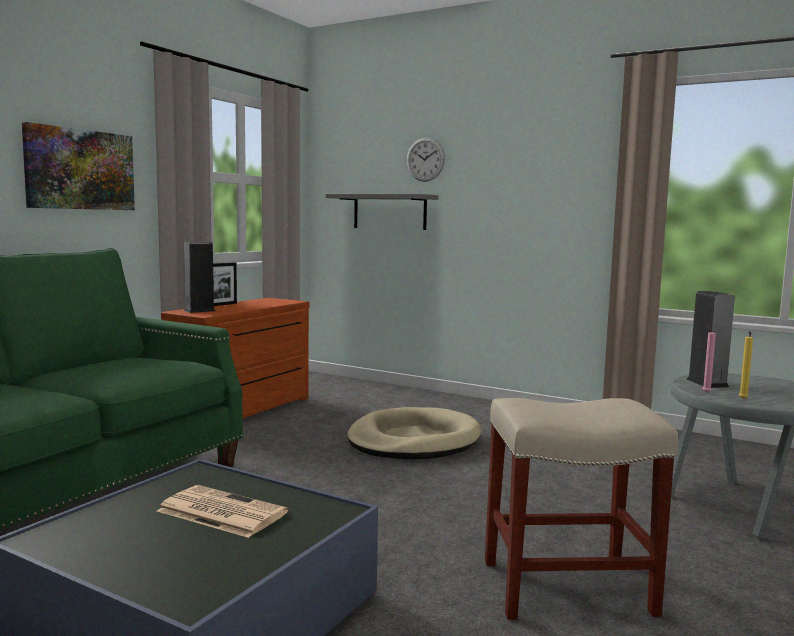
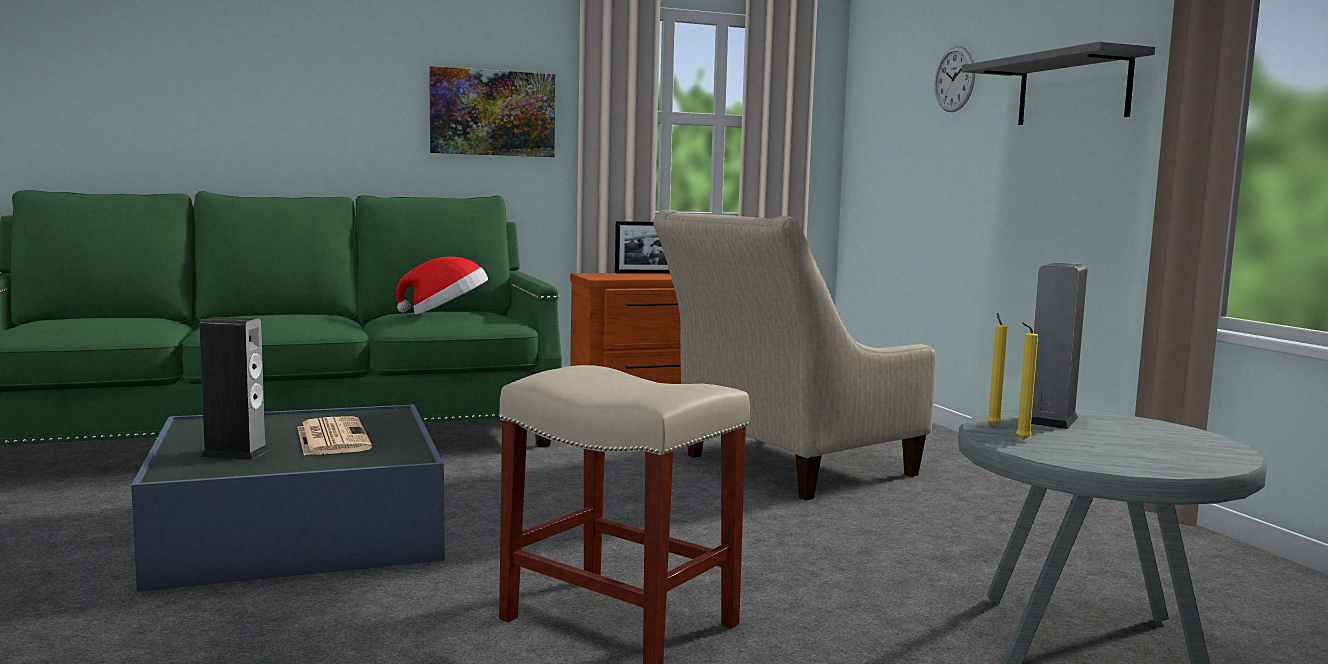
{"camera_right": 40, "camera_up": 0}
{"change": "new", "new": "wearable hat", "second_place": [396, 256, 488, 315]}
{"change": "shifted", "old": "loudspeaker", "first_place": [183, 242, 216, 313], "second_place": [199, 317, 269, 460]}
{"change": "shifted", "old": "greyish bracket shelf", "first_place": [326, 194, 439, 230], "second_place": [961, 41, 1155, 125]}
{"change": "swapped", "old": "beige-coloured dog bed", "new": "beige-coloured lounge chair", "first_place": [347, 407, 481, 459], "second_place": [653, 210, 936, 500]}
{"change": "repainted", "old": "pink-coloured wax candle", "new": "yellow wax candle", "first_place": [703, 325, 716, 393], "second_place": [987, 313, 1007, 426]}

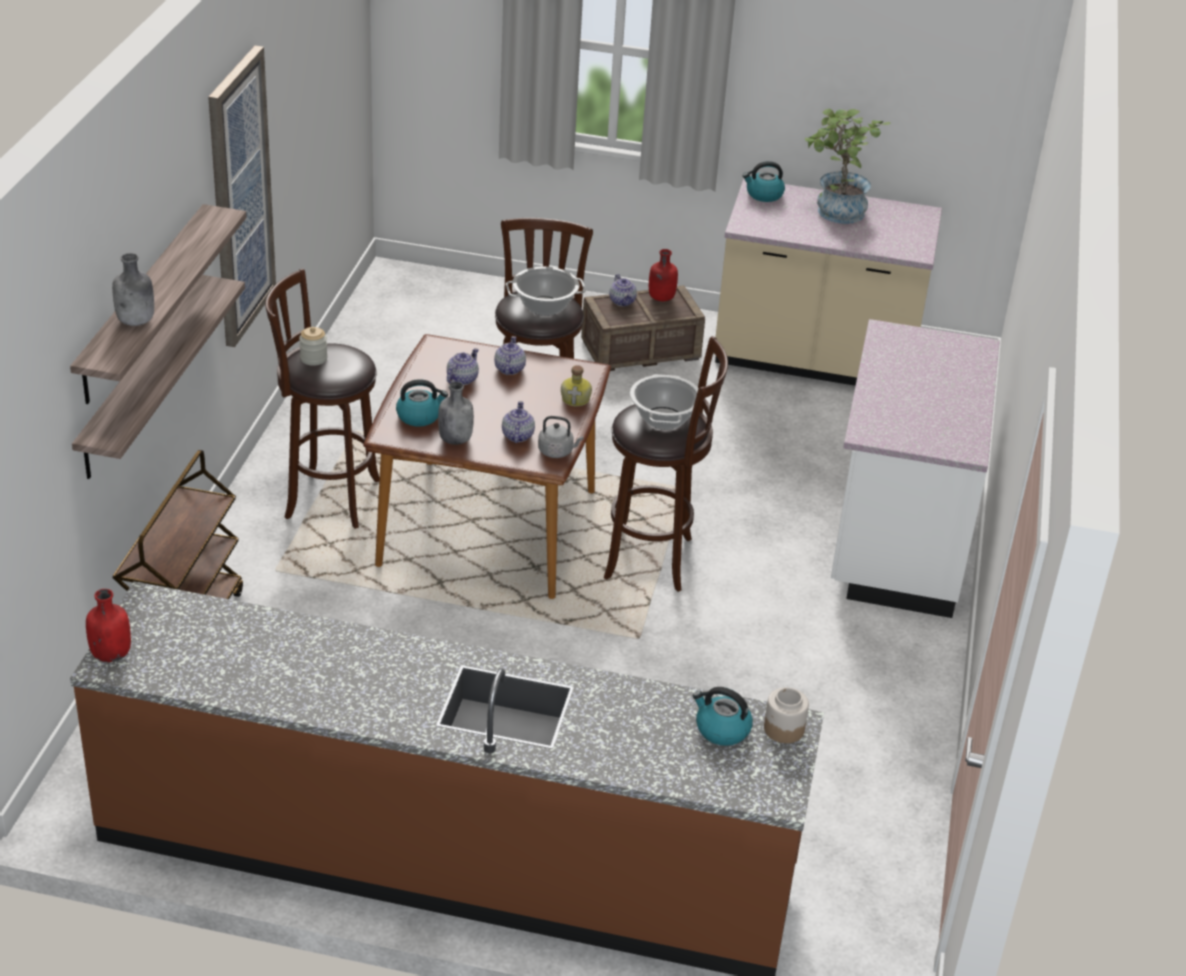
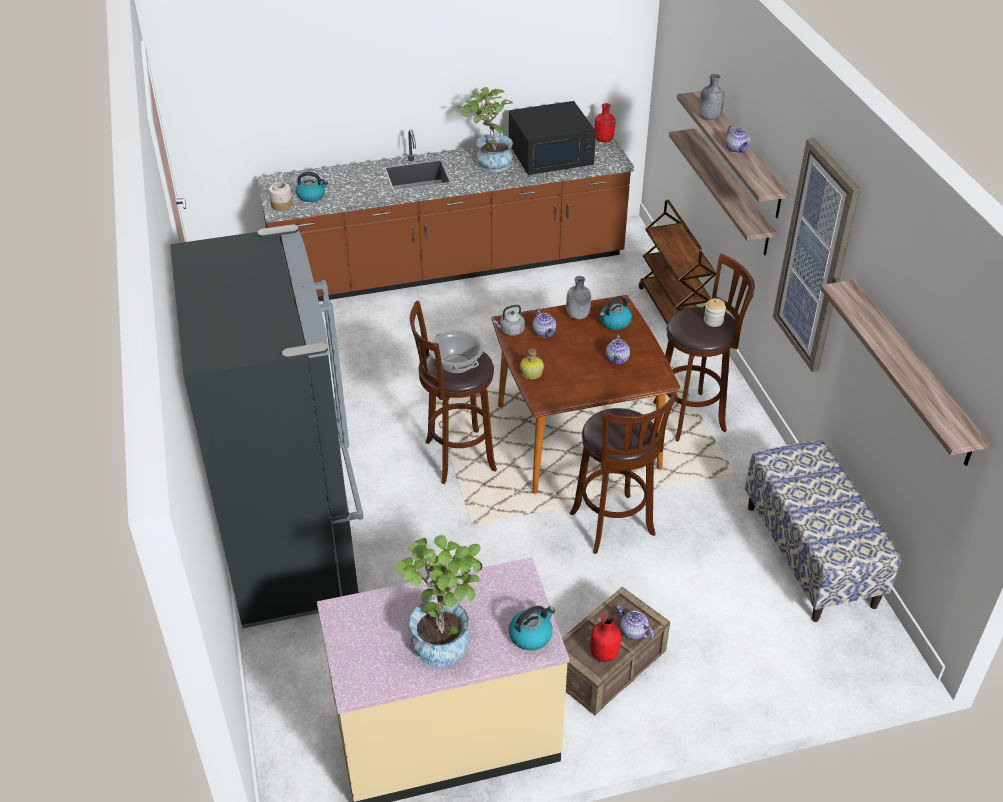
{"camera_right": 155, "camera_up": 5}
{"change": "gone", "old": "cooking pot", "first_place": [506, 267, 586, 316]}
{"change": "new", "new": "plant in a pot", "second_place": [455, 87, 513, 172]}
{"change": "new", "new": "black microwave oven", "second_place": [509, 101, 596, 175]}
{"change": "new", "new": "indoor bench", "second_place": [745, 440, 901, 622]}
{"change": "new", "new": "bracket shelf", "second_place": [820, 280, 990, 466]}
{"change": "shifted", "old": "pot for tea", "first_place": [494, 336, 526, 375], "second_place": [726, 126, 750, 153]}
{"change": "swapped", "old": "whitish kitchen base unit", "new": "black fridge", "first_place": [831, 319, 1000, 618], "second_place": [170, 224, 363, 628]}

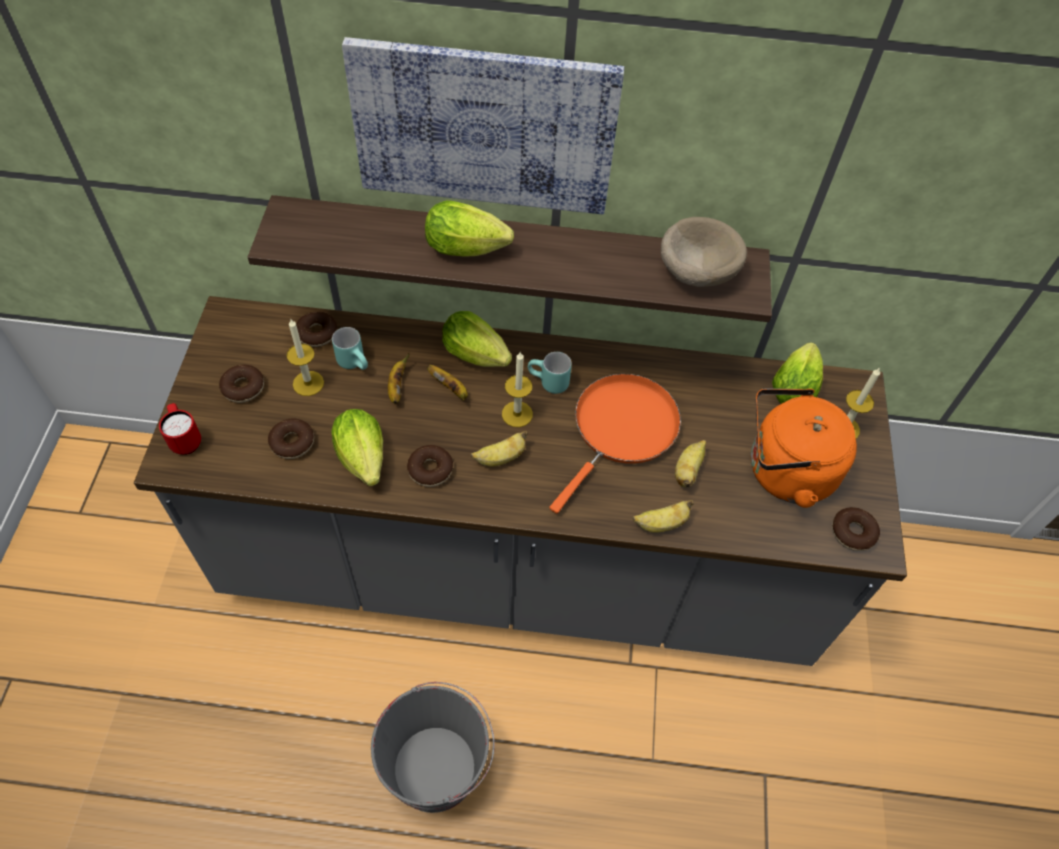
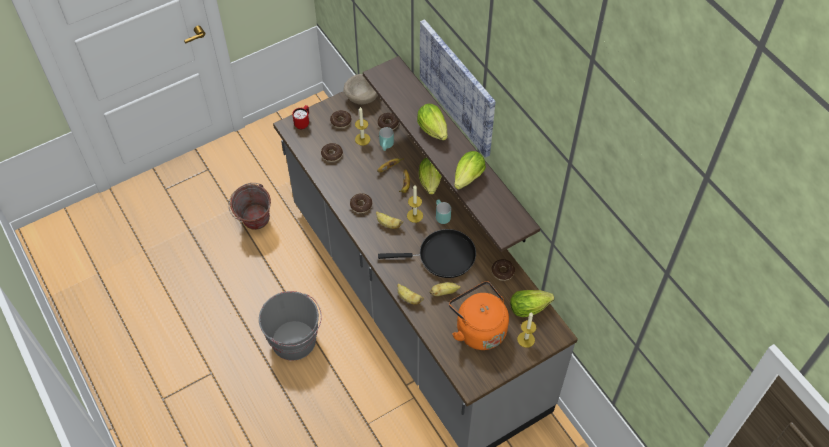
{"camera_right": 55, "camera_up": 0}
{"change": "new", "new": "water bucket", "second_place": [229, 183, 271, 230]}
{"change": "shifted", "old": "head of lettuce", "first_place": [331, 409, 383, 486], "second_place": [454, 151, 486, 190]}
{"change": "shifted", "old": "beige-coloured deep dish", "first_place": [661, 217, 747, 287], "second_place": [343, 74, 378, 105]}
{"change": "shifted", "old": "doughnut", "first_place": [832, 507, 880, 551], "second_place": [491, 259, 515, 281]}
{"change": "repainted", "old": "orange-coloured skillet", "new": "black skillet", "first_place": [549, 374, 681, 514], "second_place": [378, 229, 476, 278]}

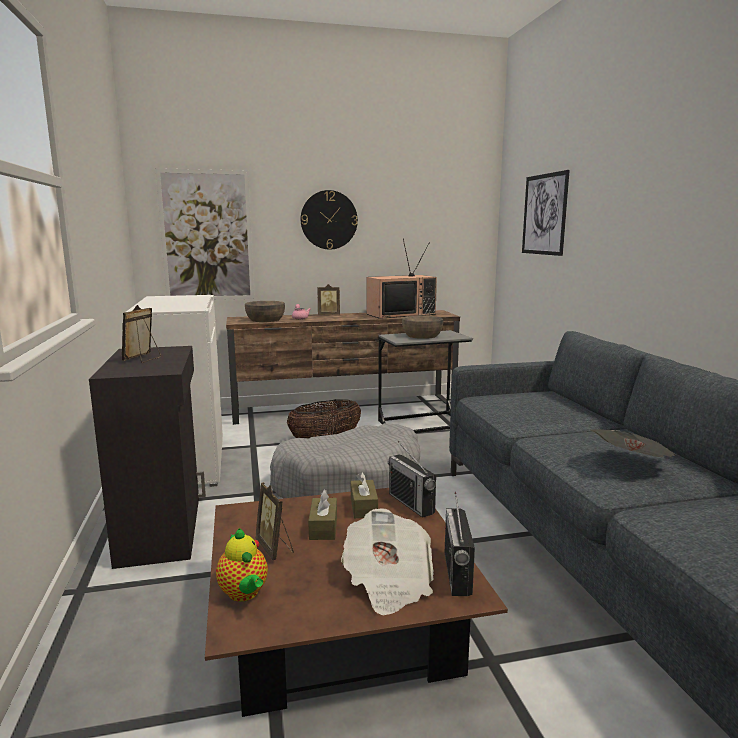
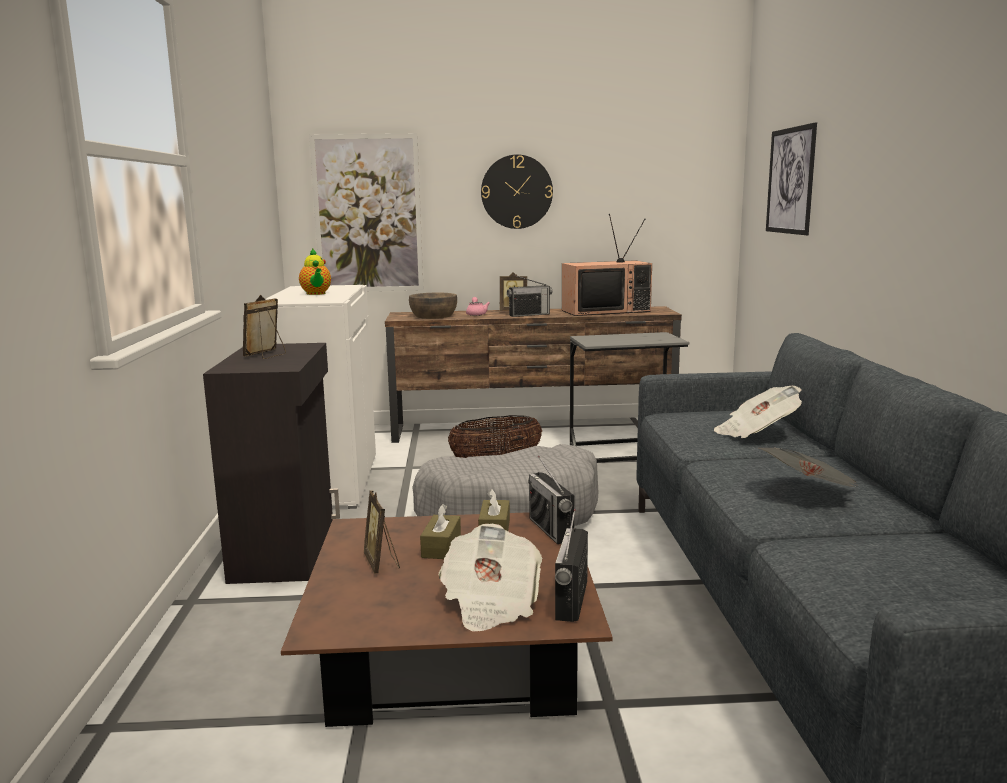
{"camera_right": 10, "camera_up": 0}
{"change": "gone", "old": "brownish deep dish", "first_place": [402, 315, 443, 339]}
{"change": "new", "new": "radio receiver", "second_place": [507, 275, 552, 317]}
{"change": "new", "new": "printed paper", "second_place": [714, 386, 802, 438]}
{"change": "shifted", "old": "pot for tea", "first_place": [216, 528, 268, 602], "second_place": [299, 248, 331, 295]}

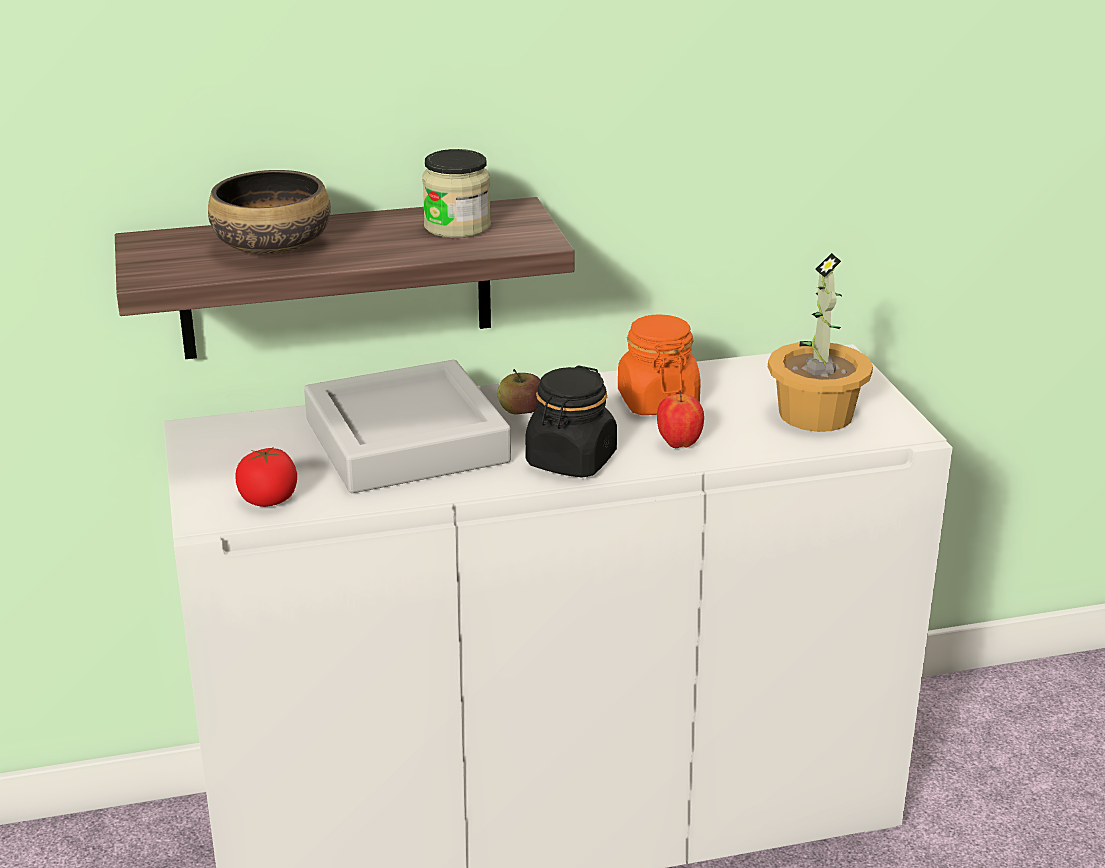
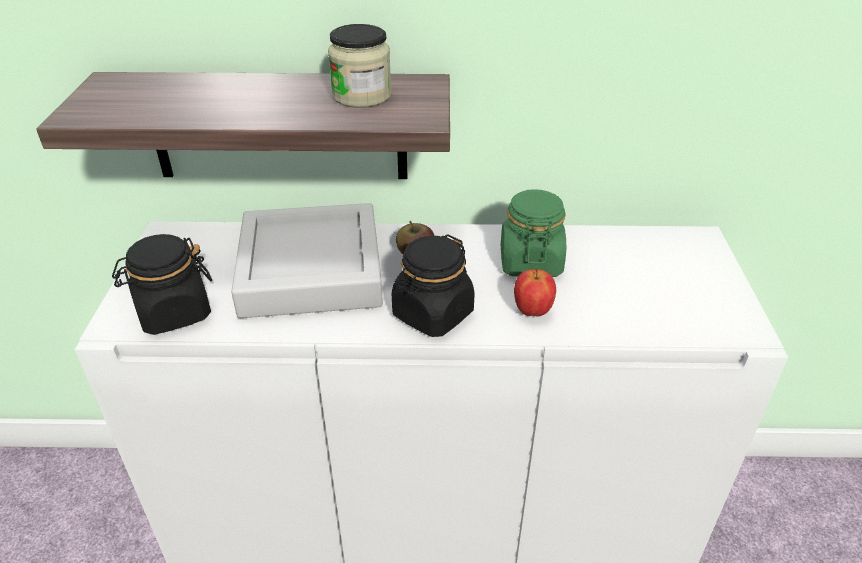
{"camera_right": 15, "camera_up": 10}
{"change": "gone", "old": "deep dish", "first_place": [208, 170, 331, 255]}
{"change": "gone", "old": "plant in a pot", "first_place": [768, 253, 873, 432]}
{"change": "swapped", "old": "fresh tomato", "new": "black preserve jar", "first_place": [236, 447, 297, 507], "second_place": [112, 234, 212, 335]}
{"change": "repainted", "old": "orange-coloured preserve jar", "new": "green preserve jar", "first_place": [618, 315, 701, 415], "second_place": [501, 189, 566, 277]}

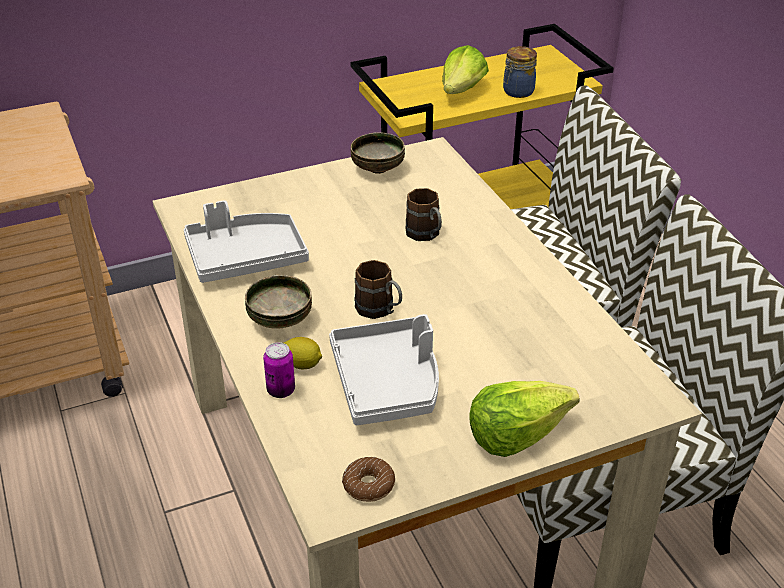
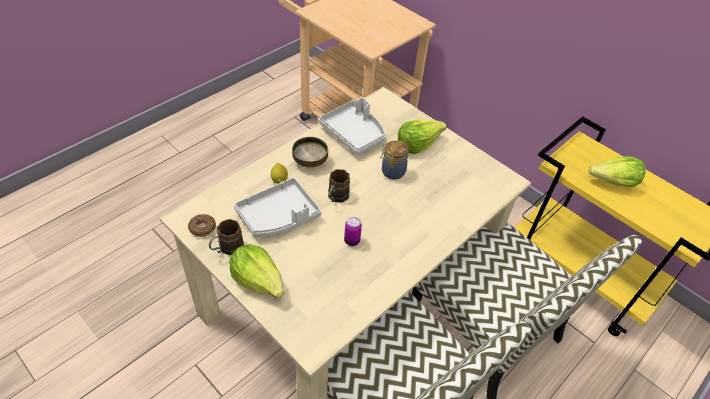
{"camera_right": 65, "camera_up": 10}
{"change": "gone", "old": "deep dish", "first_place": [351, 132, 405, 174]}
{"change": "new", "new": "head of lettuce", "second_place": [398, 119, 446, 154]}
{"change": "shifted", "old": "sealed can", "first_place": [263, 342, 295, 398], "second_place": [344, 217, 362, 246]}
{"change": "shifted", "old": "brownish mug", "first_place": [406, 188, 442, 241], "second_place": [209, 219, 244, 256]}
{"change": "shifted", "old": "preserve jar", "first_place": [503, 46, 537, 98], "second_place": [380, 140, 409, 180]}

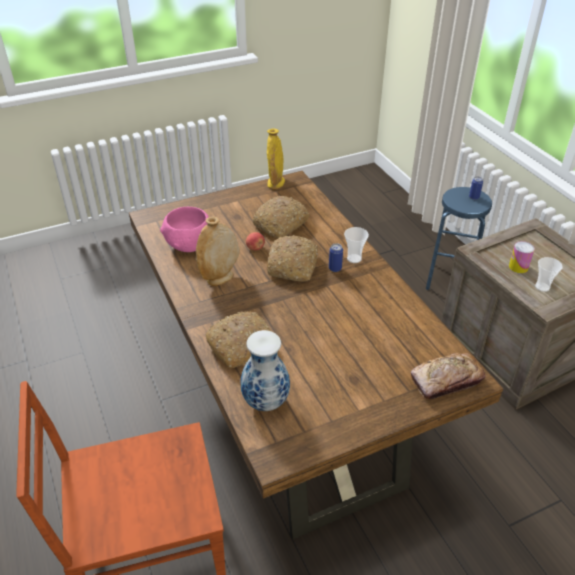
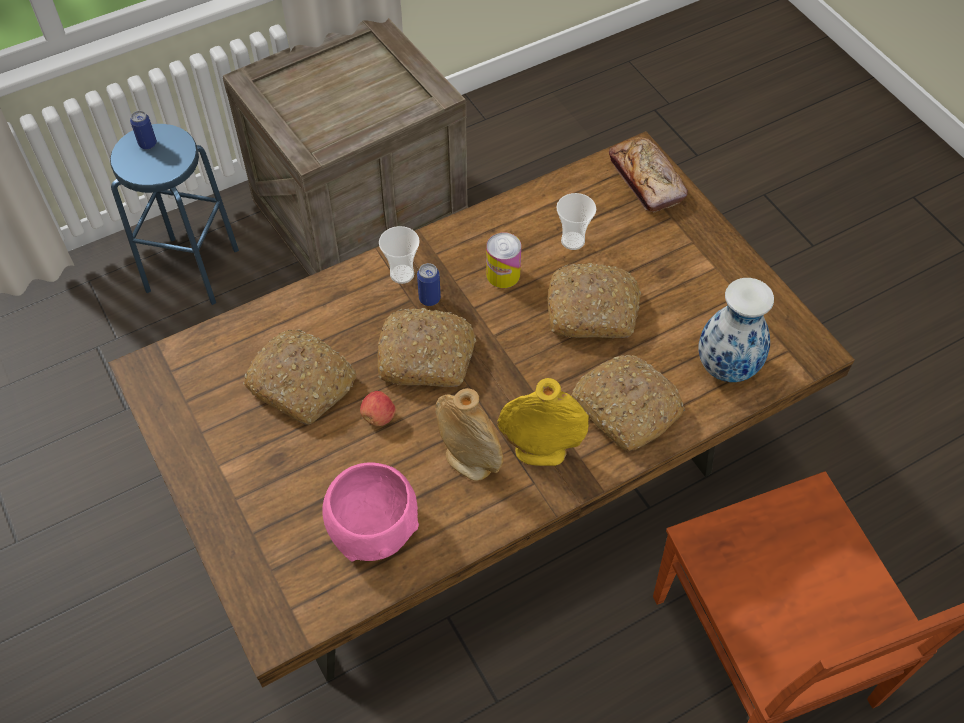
{"camera_right": -95, "camera_up": 15}
{"change": "new", "new": "bakery bread", "second_place": [548, 263, 641, 338]}
{"change": "shifted", "old": "yellow vase", "first_place": [267, 128, 285, 190], "second_place": [497, 378, 589, 466]}
{"change": "shifted", "old": "sealed can", "first_place": [509, 241, 535, 273], "second_place": [486, 233, 521, 288]}
{"change": "shifted", "old": "small cup", "first_place": [535, 257, 563, 292], "second_place": [556, 193, 596, 250]}

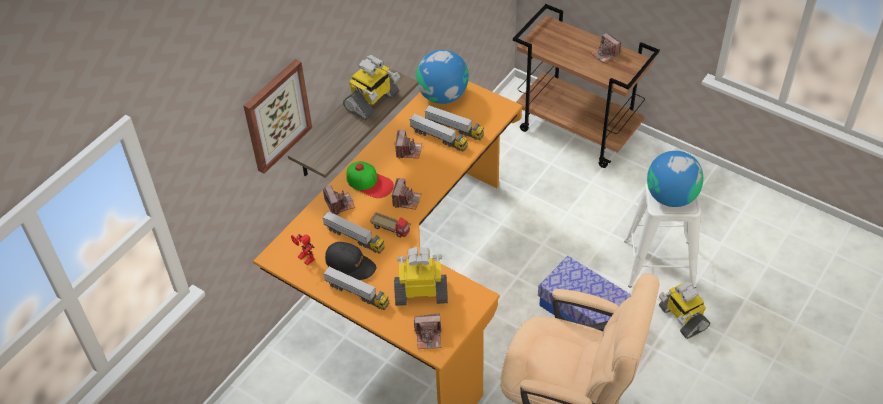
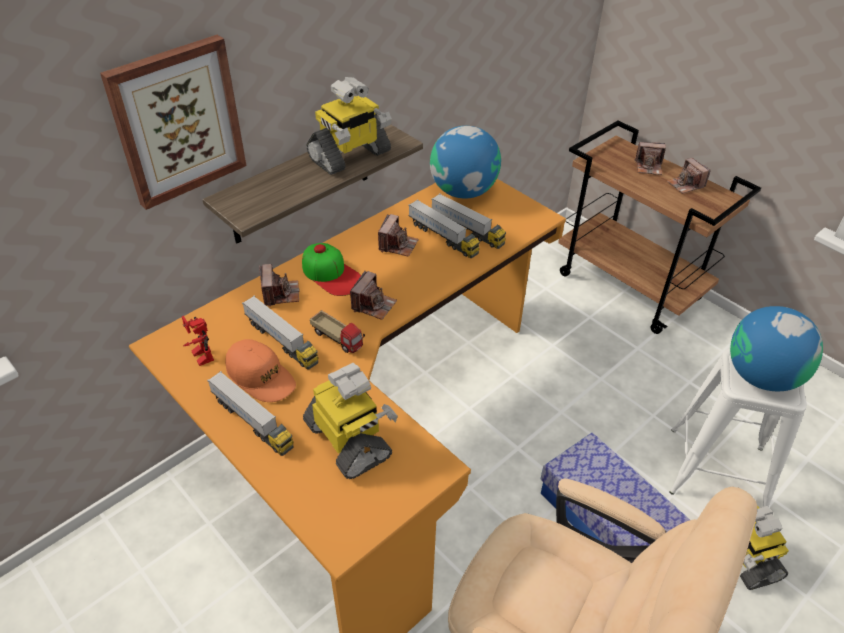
{"camera_right": 10, "camera_up": -5}
{"change": "shifted", "old": "photo camera", "first_place": [414, 313, 441, 349], "second_place": [634, 142, 666, 175]}
{"change": "repainted", "old": "black baseball cap", "new": "orange-coloured baseball cap", "first_place": [325, 242, 376, 280], "second_place": [225, 339, 296, 402]}
{"change": "rotated", "old": "toy robot", "first_place": [394, 247, 448, 306], "second_place": [303, 363, 398, 479], "degrees": 45}

